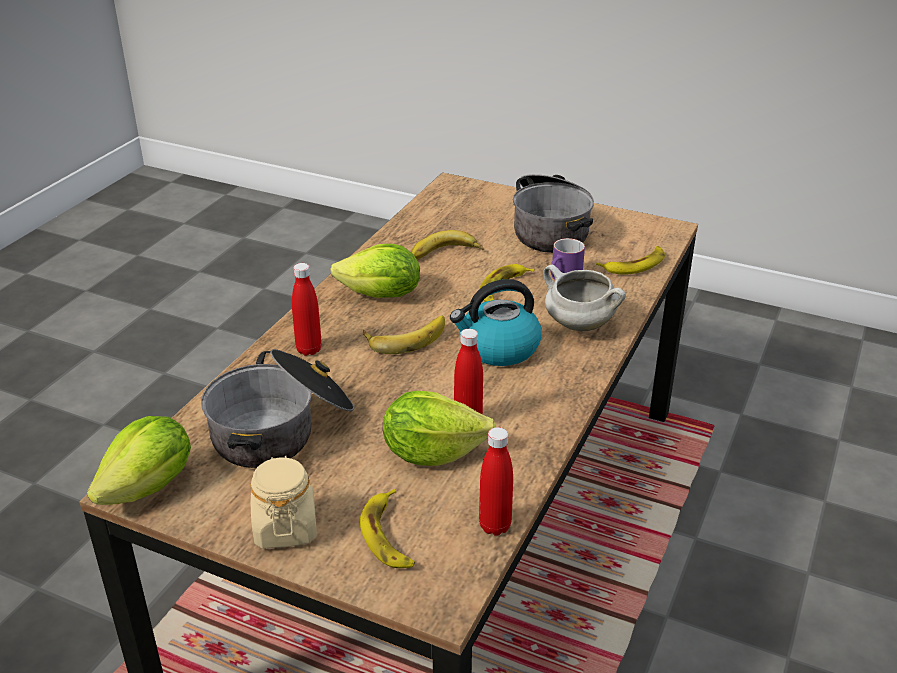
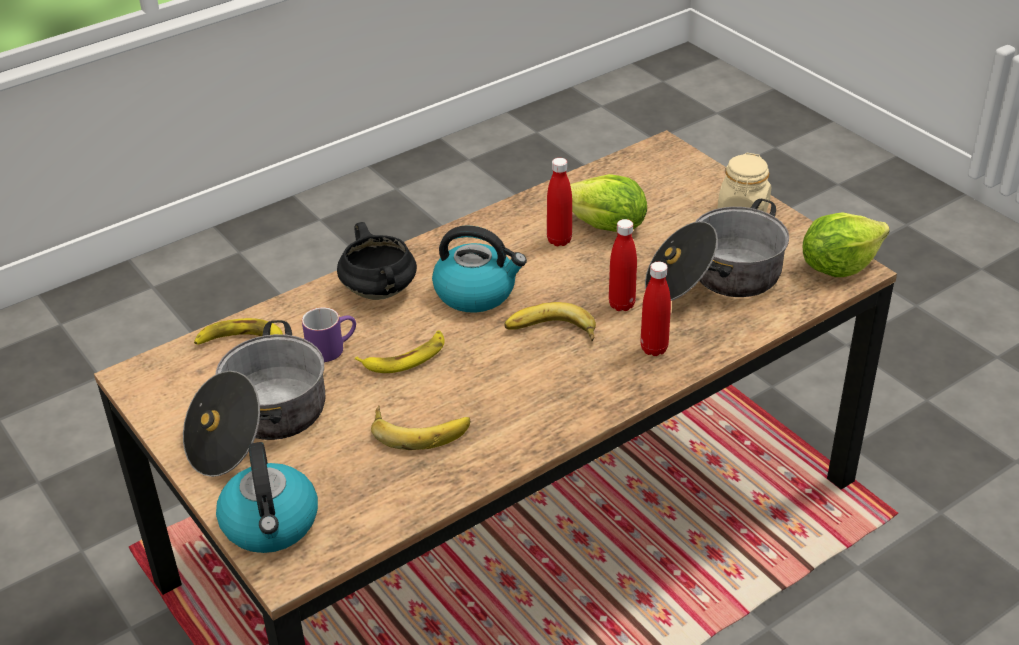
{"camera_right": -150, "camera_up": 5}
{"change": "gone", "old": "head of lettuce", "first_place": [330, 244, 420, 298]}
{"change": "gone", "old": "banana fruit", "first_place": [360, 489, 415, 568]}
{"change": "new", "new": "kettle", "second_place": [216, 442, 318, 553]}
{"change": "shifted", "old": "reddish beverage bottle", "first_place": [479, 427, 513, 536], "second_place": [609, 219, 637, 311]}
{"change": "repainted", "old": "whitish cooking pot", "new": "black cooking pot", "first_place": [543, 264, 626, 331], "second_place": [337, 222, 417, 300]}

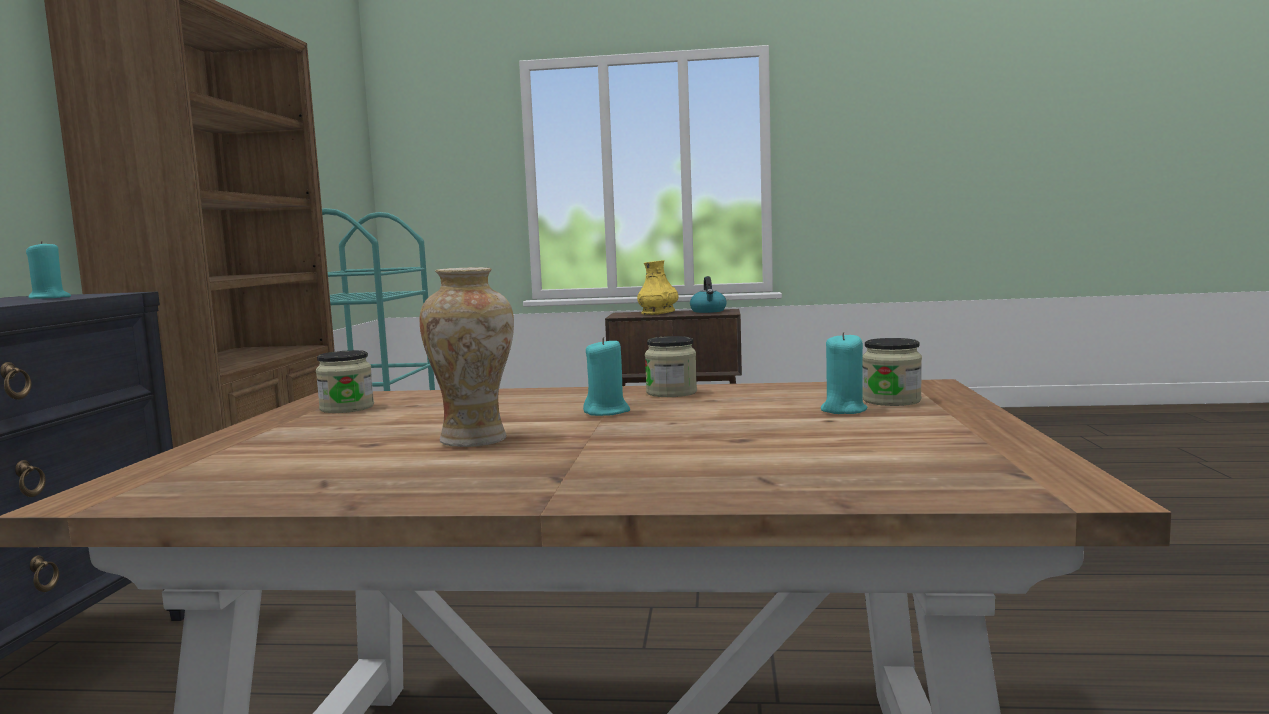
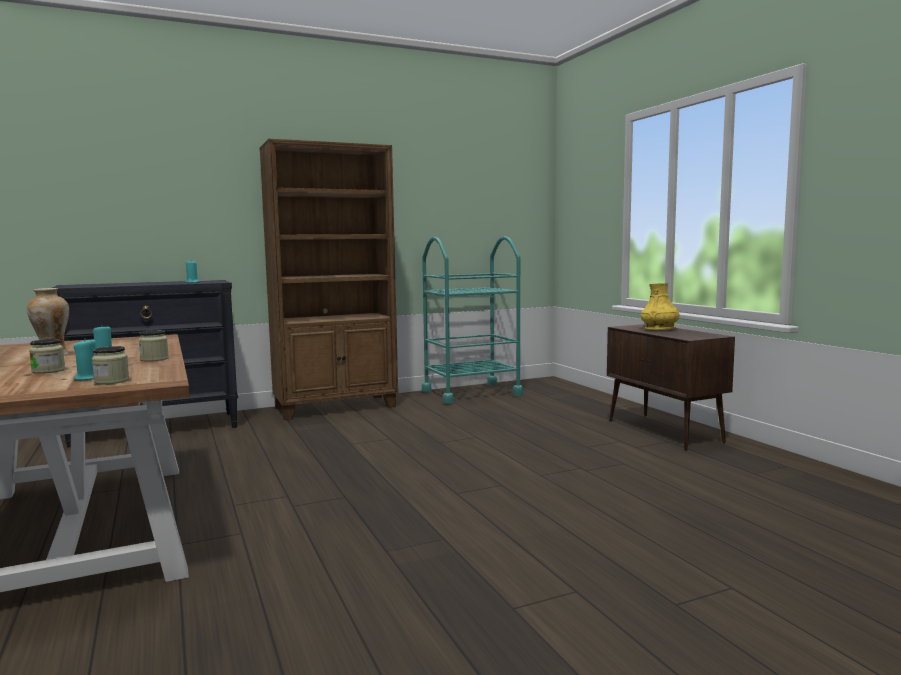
{"camera_right": 60, "camera_up": 0}
{"change": "gone", "old": "kettle", "first_place": [690, 276, 726, 313]}
{"change": "shifted", "old": "preserve jar", "first_place": [316, 350, 374, 413], "second_place": [29, 339, 65, 374]}

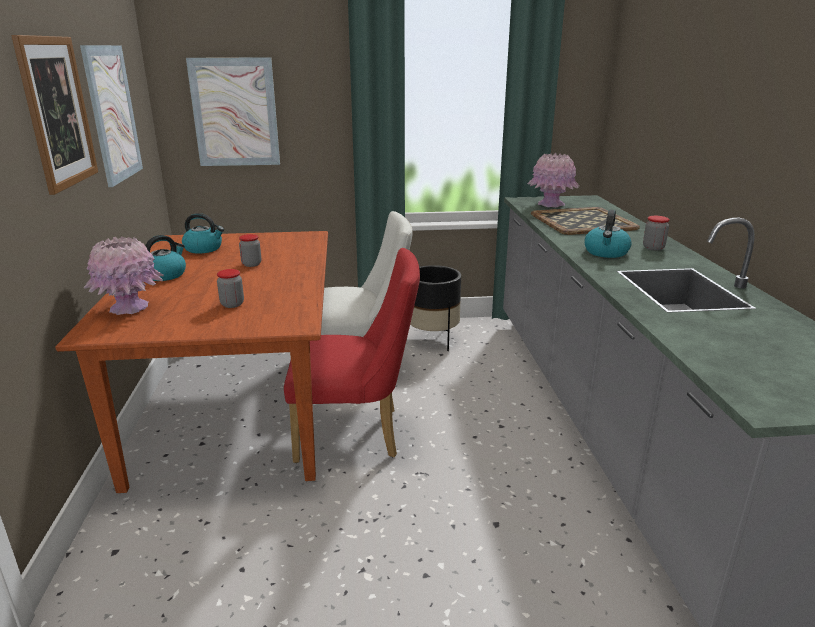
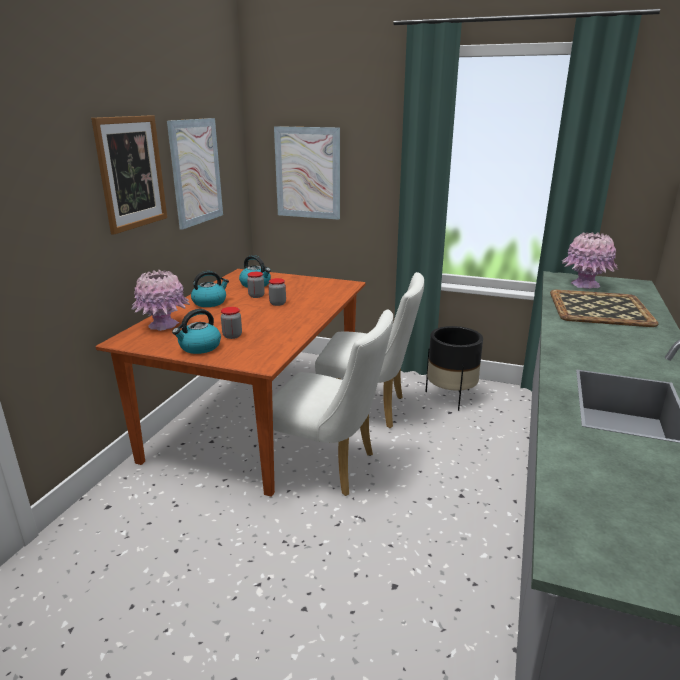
{"camera_right": 25, "camera_up": 0}
{"change": "shifted", "old": "kettle", "first_place": [584, 210, 632, 258], "second_place": [172, 309, 221, 354]}
{"change": "shifted", "old": "preserve jar", "first_place": [643, 216, 670, 251], "second_place": [247, 272, 265, 298]}
{"change": "repainted", "old": "reddish plain chair", "new": "whitish plain chair", "first_place": [284, 248, 420, 463], "second_place": [272, 310, 393, 496]}

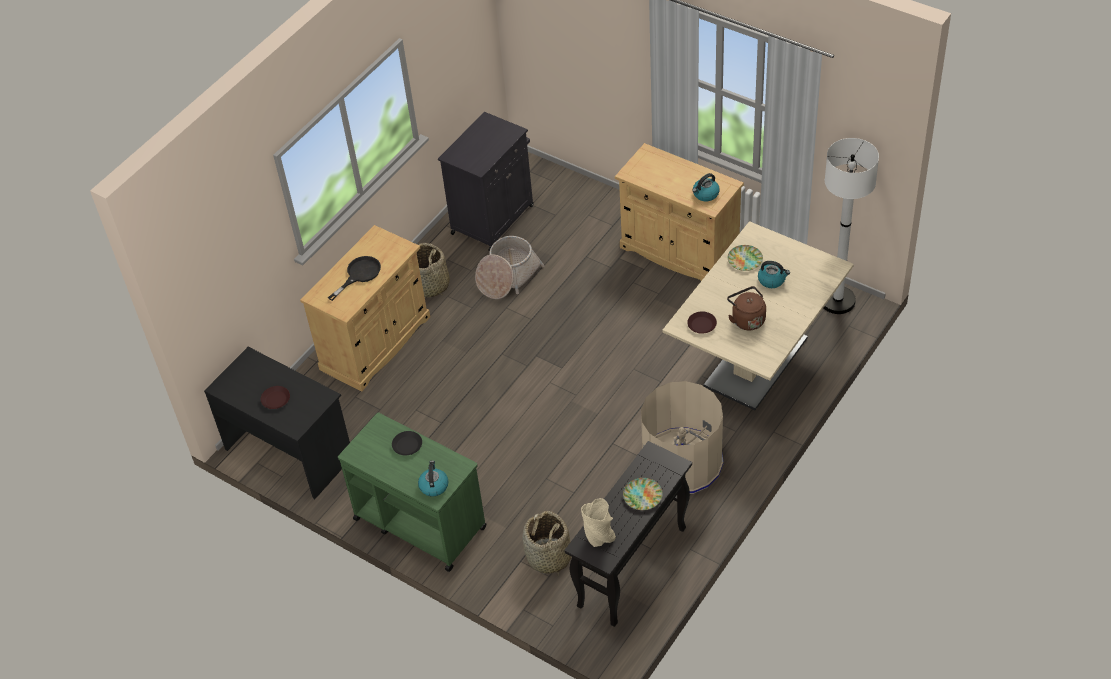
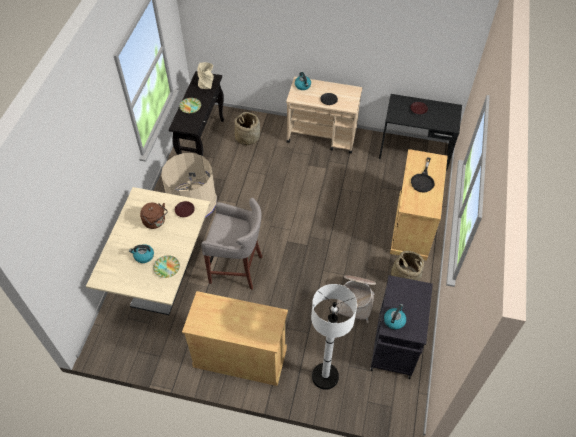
{"camera_right": 155, "camera_up": 5}
{"change": "new", "new": "greyish sitting stool", "second_place": [201, 198, 262, 290]}
{"change": "shifted", "old": "kettle", "first_place": [692, 173, 720, 202], "second_place": [384, 304, 406, 330]}
{"change": "shifted", "old": "whitish standing lamp", "first_place": [824, 138, 879, 314], "second_place": [311, 284, 357, 390]}
{"change": "repainted", "old": "green wheeled cart", "new": "beige-coloured wheeled cart", "first_place": [338, 412, 487, 572], "second_place": [286, 77, 362, 153]}

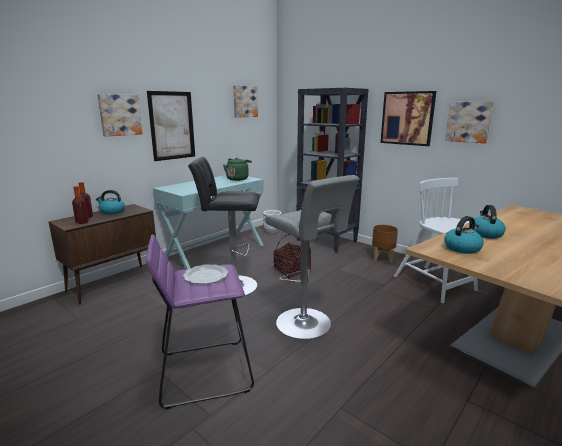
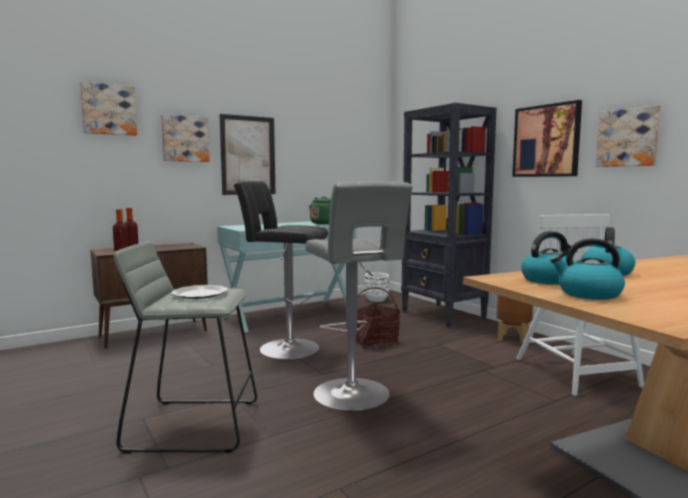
{"camera_right": 15, "camera_up": -10}
{"change": "shifted", "old": "kettle", "first_place": [96, 190, 125, 215], "second_place": [550, 238, 625, 300]}
{"change": "shifted", "old": "wall art", "first_place": [233, 85, 258, 118], "second_place": [80, 81, 137, 136]}
{"change": "repainted", "old": "purple-coloured sitting stool", "new": "greyish sitting stool", "first_place": [146, 234, 254, 409], "second_place": [114, 241, 257, 454]}

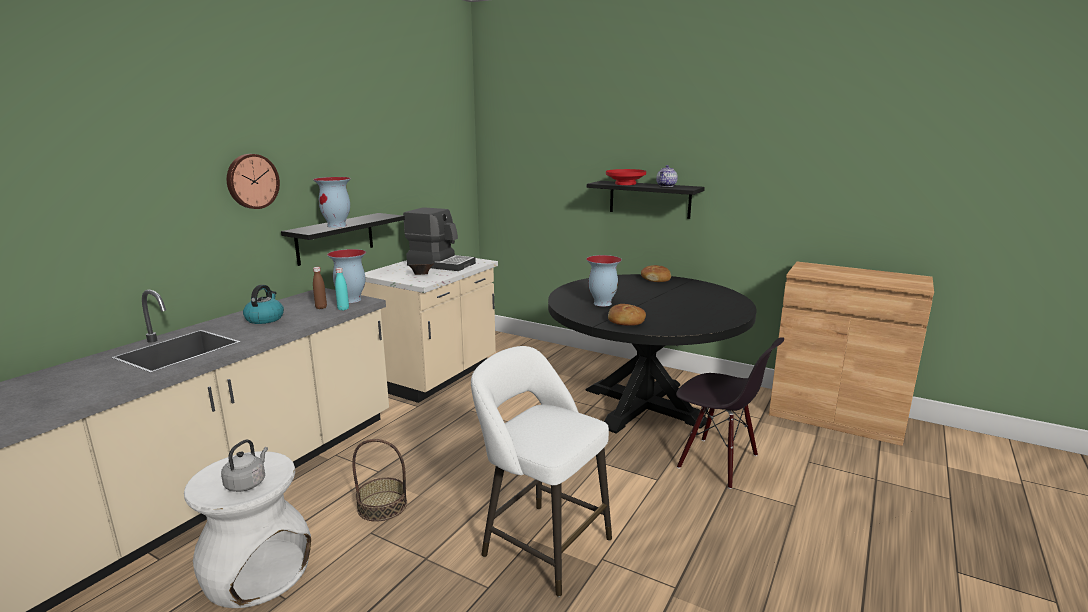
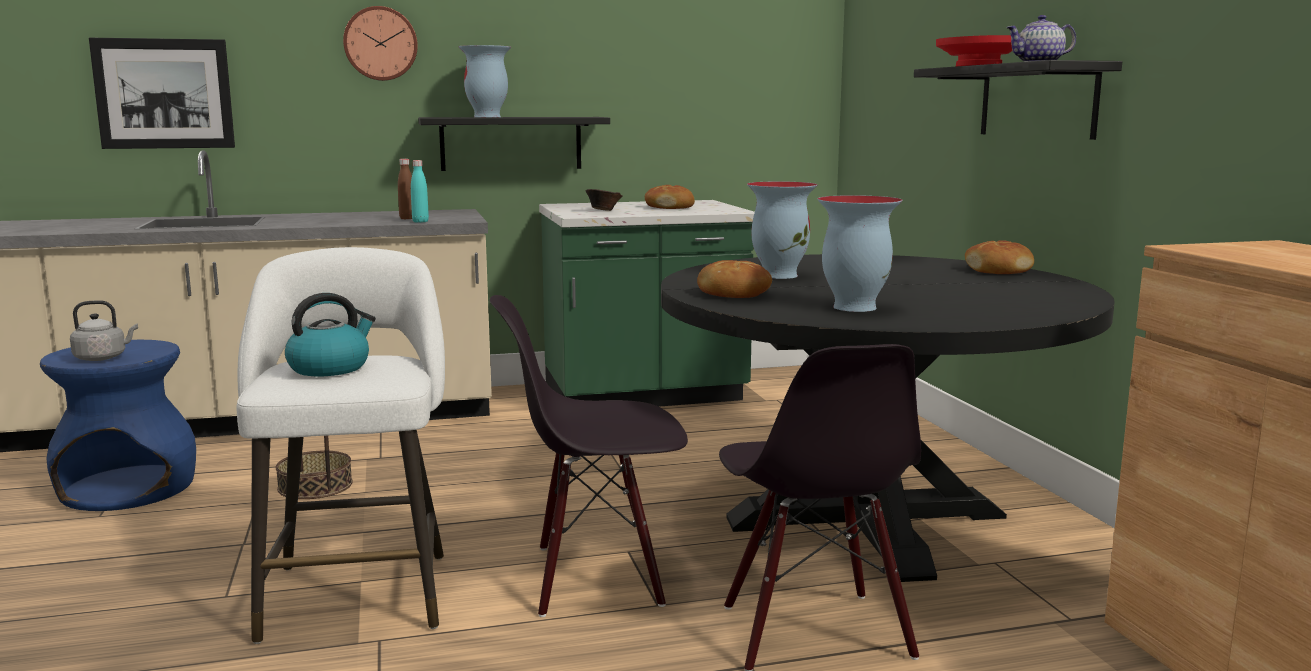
{"camera_right": 45, "camera_up": -5}
{"change": "new", "new": "wall art", "second_place": [89, 38, 235, 149]}
{"change": "new", "new": "black plain chair", "second_place": [489, 295, 688, 617]}
{"change": "shifted", "old": "kettle", "first_place": [243, 285, 284, 324], "second_place": [285, 293, 376, 376]}
{"change": "shifted", "old": "vase", "first_place": [327, 249, 366, 303], "second_place": [817, 195, 902, 312]}
{"change": "swapped", "old": "coffee maker", "new": "bakery bread", "first_place": [403, 207, 476, 271], "second_place": [645, 185, 695, 209]}
{"change": "repainted", "old": "whitish sitting stool", "new": "blue sitting stool", "first_place": [184, 451, 311, 608], "second_place": [40, 340, 196, 511]}
{"change": "repainted", "old": "beige-coloured kitchen base unit", "new": "green kitchen base unit", "first_place": [361, 258, 498, 403], "second_place": [539, 200, 755, 407]}

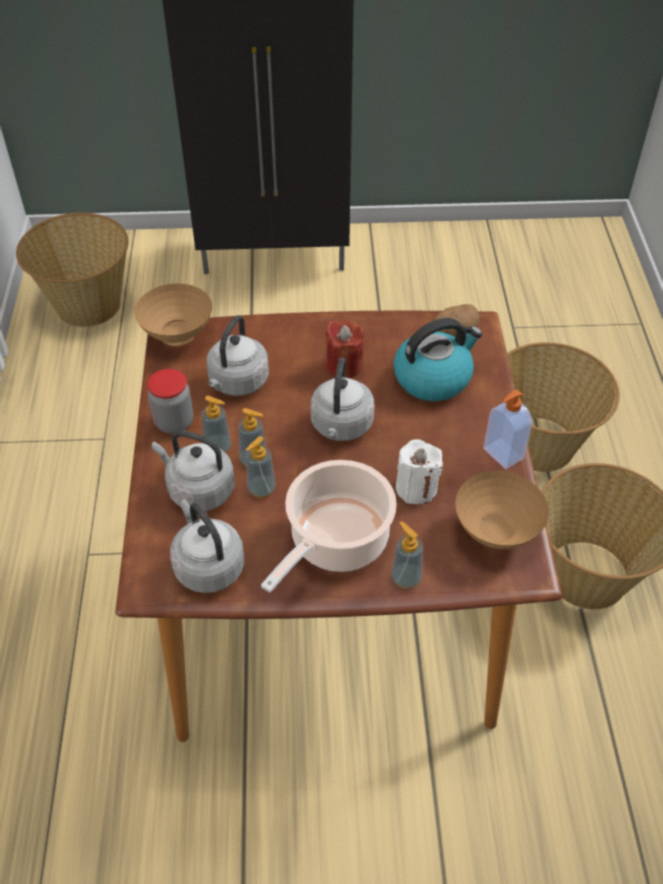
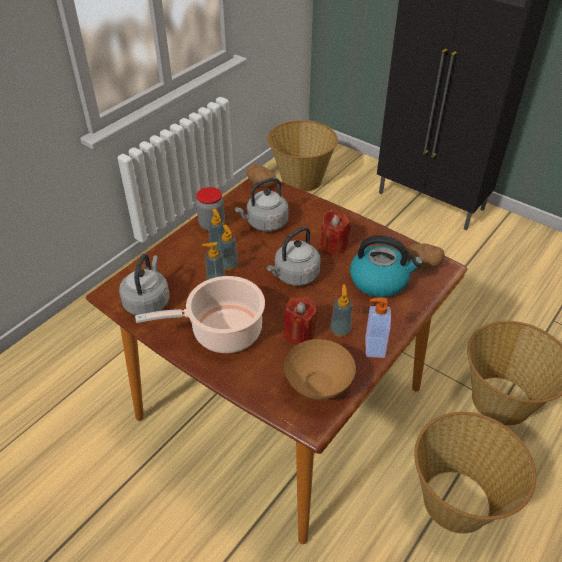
{"camera_right": 40, "camera_up": -5}
{"change": "gone", "old": "greyish kettle", "first_place": [152, 431, 234, 511]}
{"change": "shifted", "old": "liquid soap bottle", "first_place": [391, 521, 423, 589], "second_place": [330, 284, 352, 337]}
{"change": "swapped", "old": "brownish deep dish", "new": "spud", "first_place": [135, 283, 212, 346], "second_place": [247, 164, 276, 187]}
{"change": "repainted", "old": "whitish wax candle", "new": "reddish wax candle", "first_place": [396, 439, 443, 505], "second_place": [284, 296, 318, 345]}

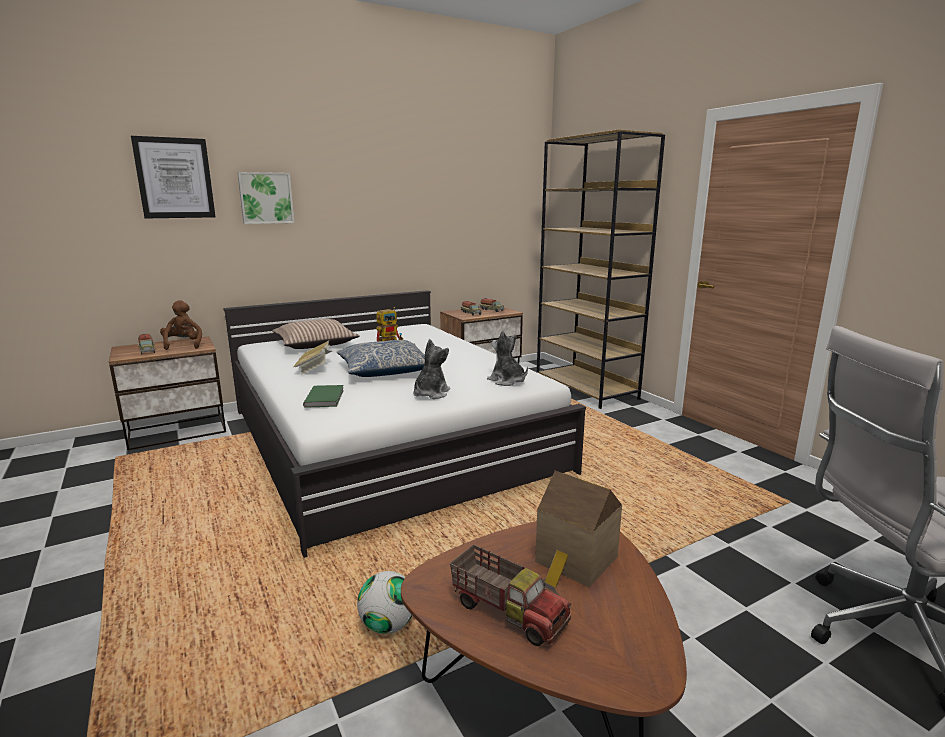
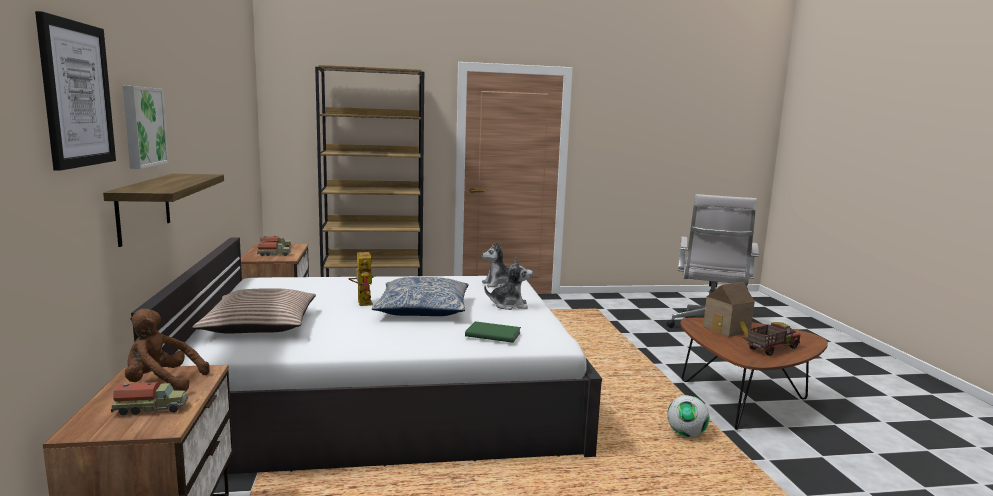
{"camera_right": -70, "camera_up": -5}
{"change": "gone", "old": "bound book", "first_place": [293, 341, 332, 375]}
{"change": "new", "new": "bracket shelf", "second_place": [103, 174, 224, 247]}
{"change": "rotated", "old": "soft toy", "first_place": [413, 339, 450, 399], "second_place": [484, 257, 533, 310], "degrees": 135}

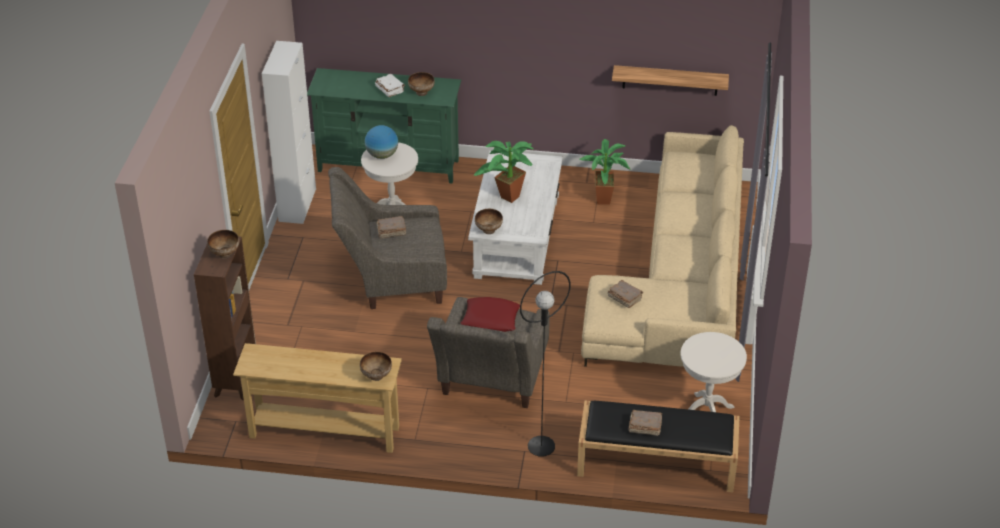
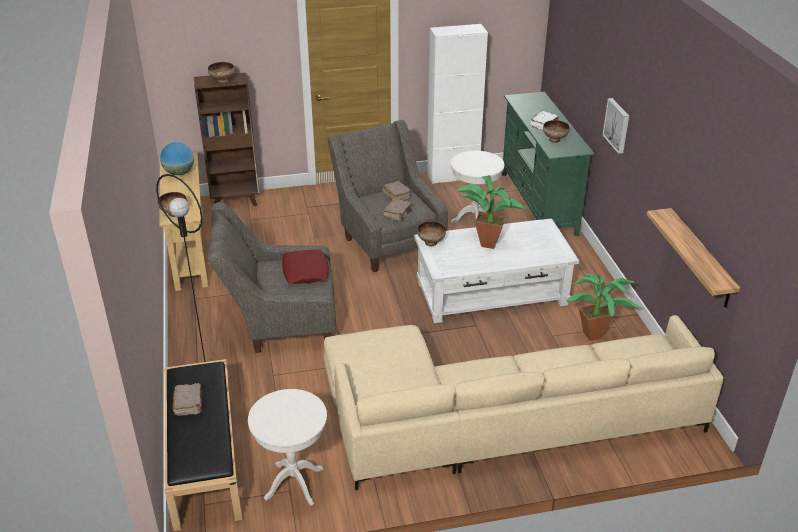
{"camera_right": 70, "camera_up": -5}
{"change": "new", "new": "wall art", "second_place": [603, 98, 629, 154]}
{"change": "shifted", "old": "world globe", "first_place": [365, 125, 398, 159], "second_place": [160, 142, 194, 175]}
{"change": "shifted", "old": "brownish bound book", "first_place": [608, 280, 643, 308], "second_place": [383, 198, 412, 221]}

